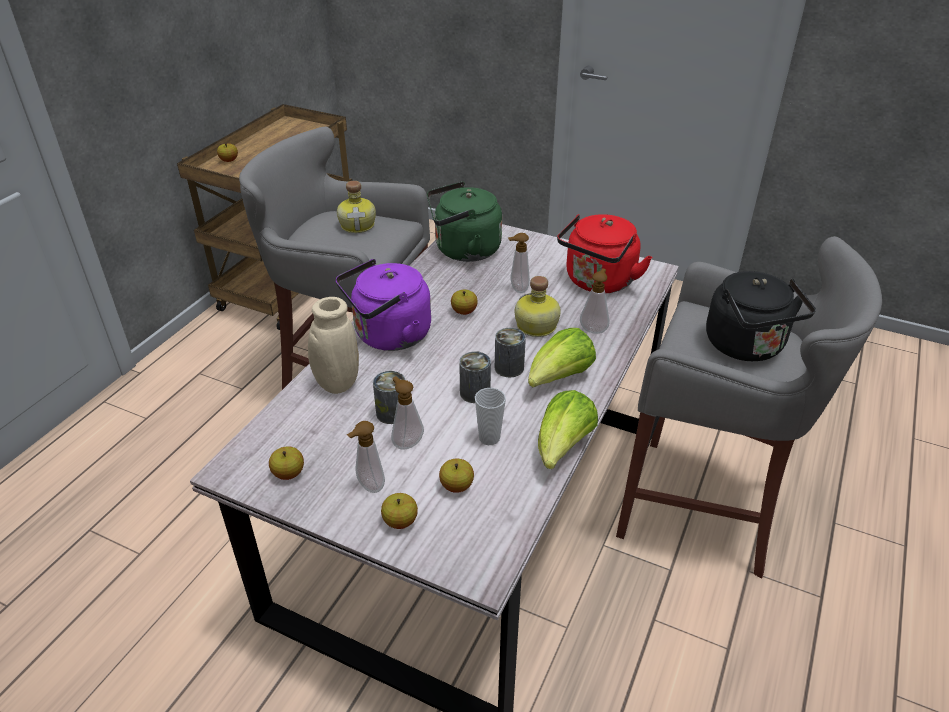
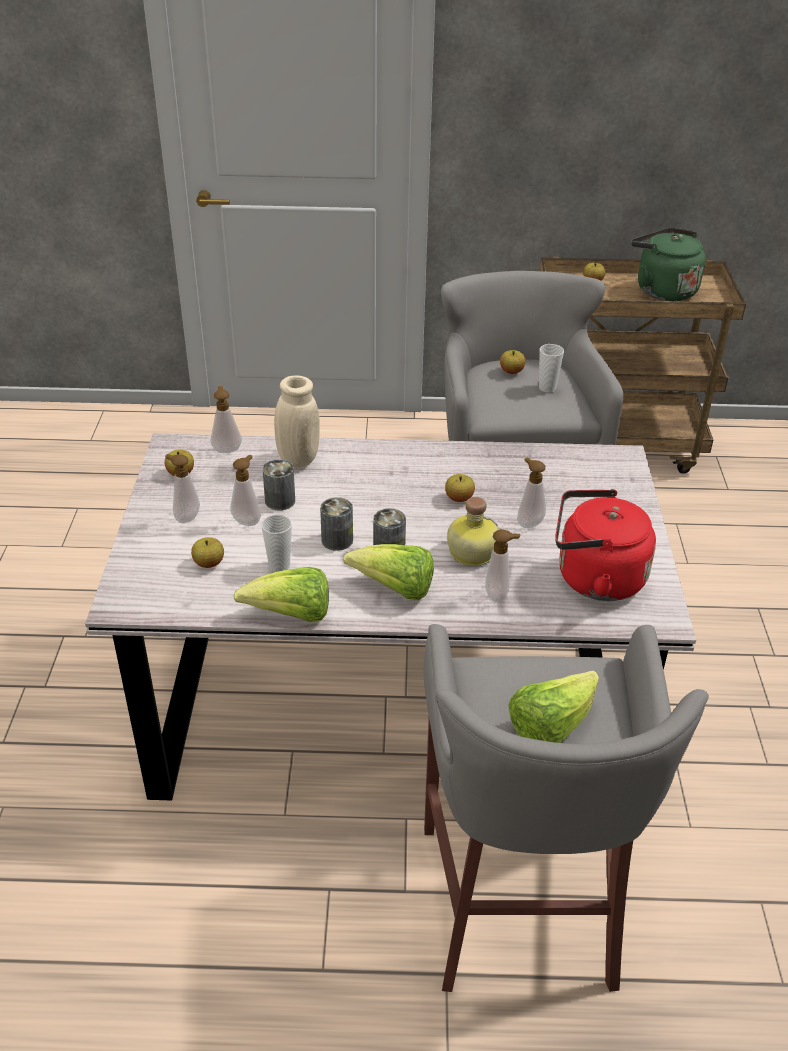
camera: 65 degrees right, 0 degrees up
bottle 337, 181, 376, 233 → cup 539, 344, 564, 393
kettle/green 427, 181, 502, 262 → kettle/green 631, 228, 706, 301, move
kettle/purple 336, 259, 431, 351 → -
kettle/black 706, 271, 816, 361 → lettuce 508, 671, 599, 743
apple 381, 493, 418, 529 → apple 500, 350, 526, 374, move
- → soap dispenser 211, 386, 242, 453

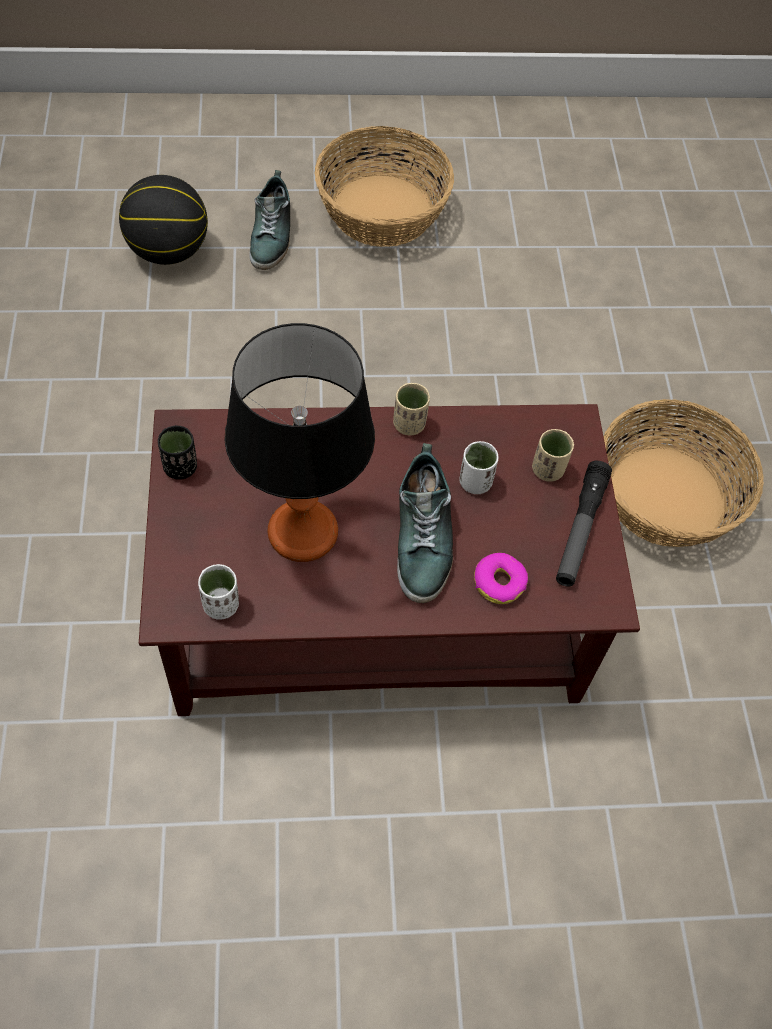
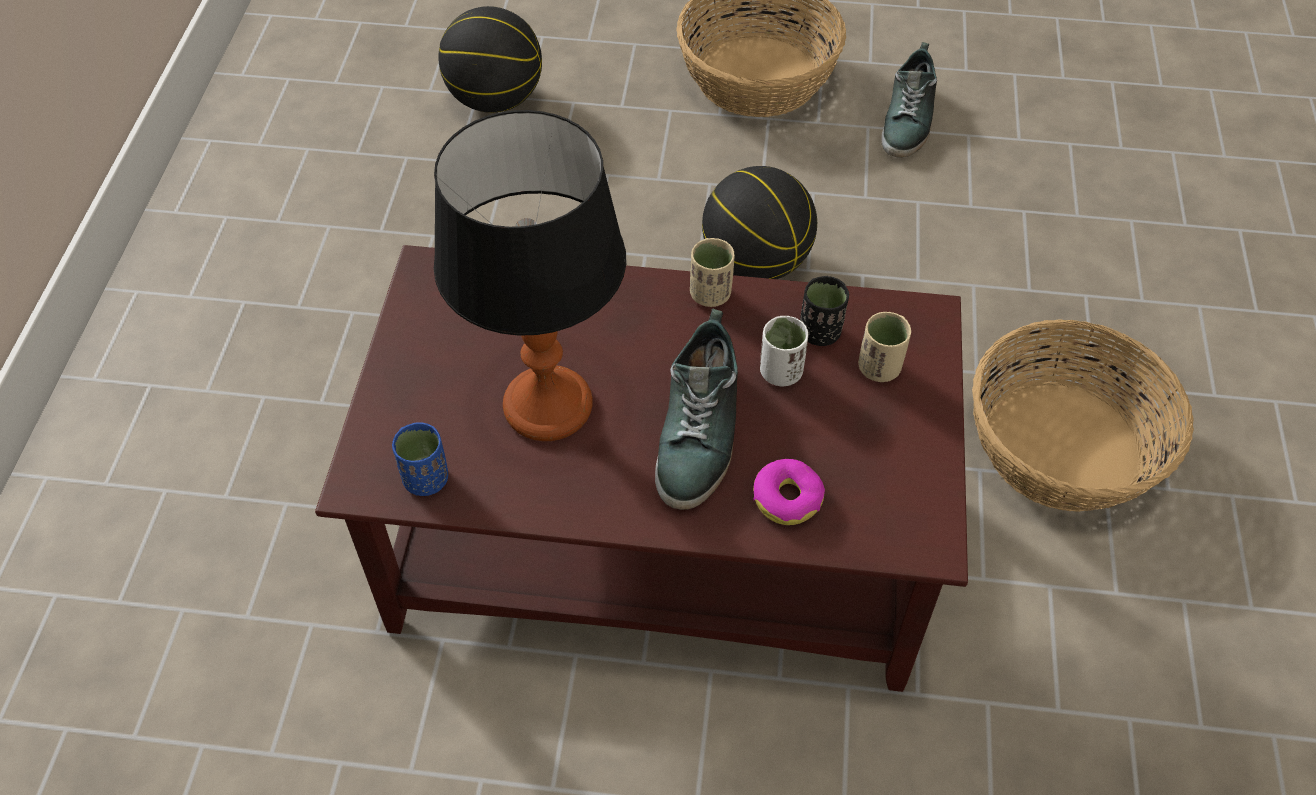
camera: 15 degrees right, 5 degrees down
shoe 250, 170, 290, 270 → shoe 881, 42, 937, 158, move
cup/black 158, 425, 197, 480 → cup/black 800, 276, 849, 346, move
flashlight 556, 461, 612, 587 → -
cup/white 198, 564, 239, 620 → cup/blue 392, 422, 448, 496
- → basketball 702, 166, 817, 279

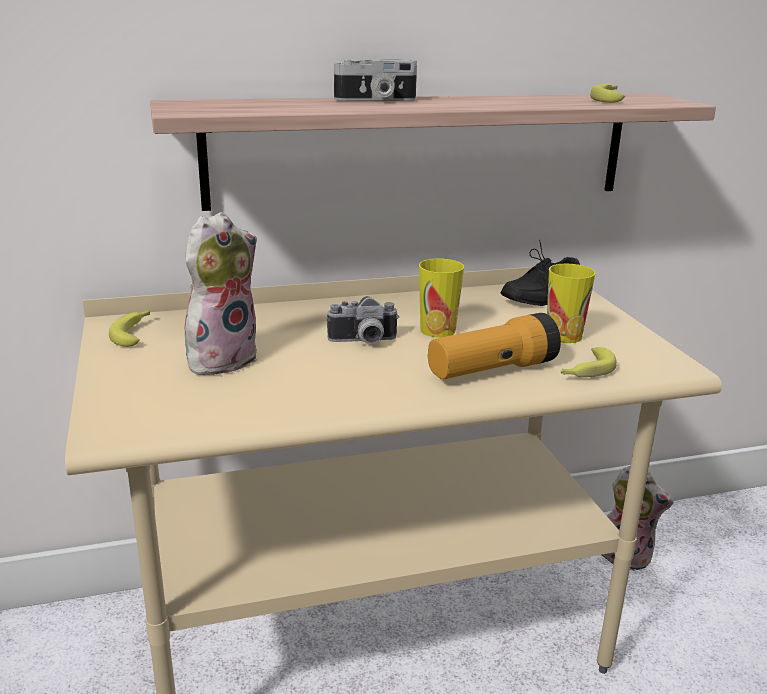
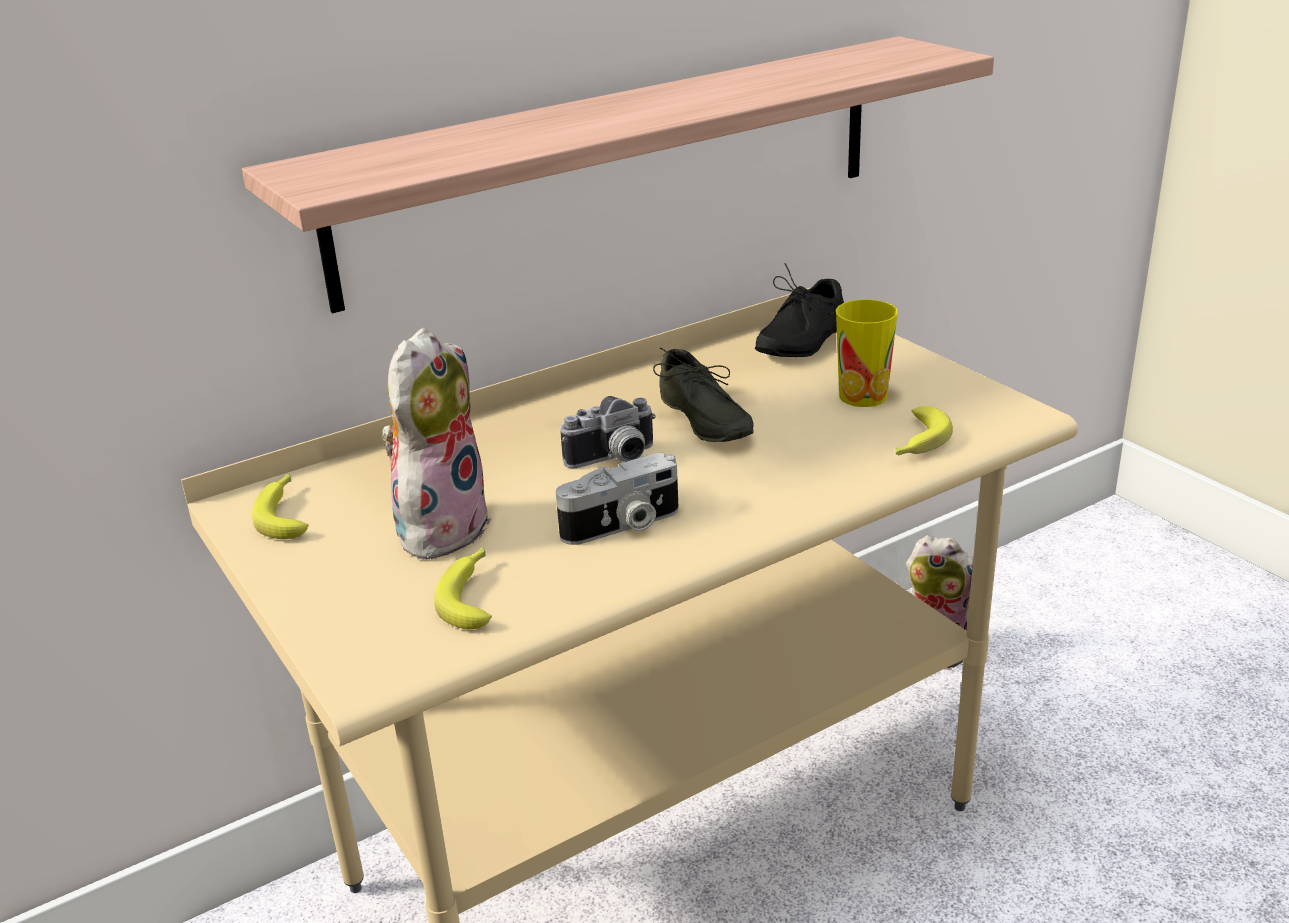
camera: 15 degrees left, 5 degrees up
photo camera 334, 59, 417, 101 → photo camera 556, 453, 679, 545, move
banana 590, 83, 625, 103 → banana 434, 547, 492, 629, move
cup 419, 259, 464, 338 → shoe/grey 653, 347, 754, 442
flashlight 428, 313, 561, 379 → -

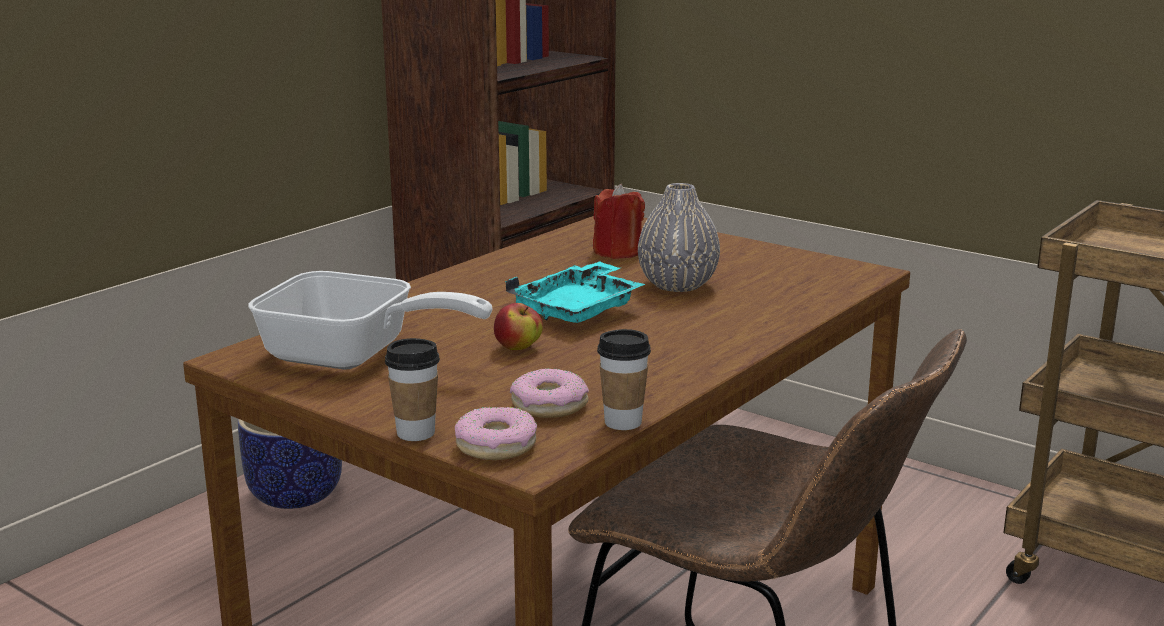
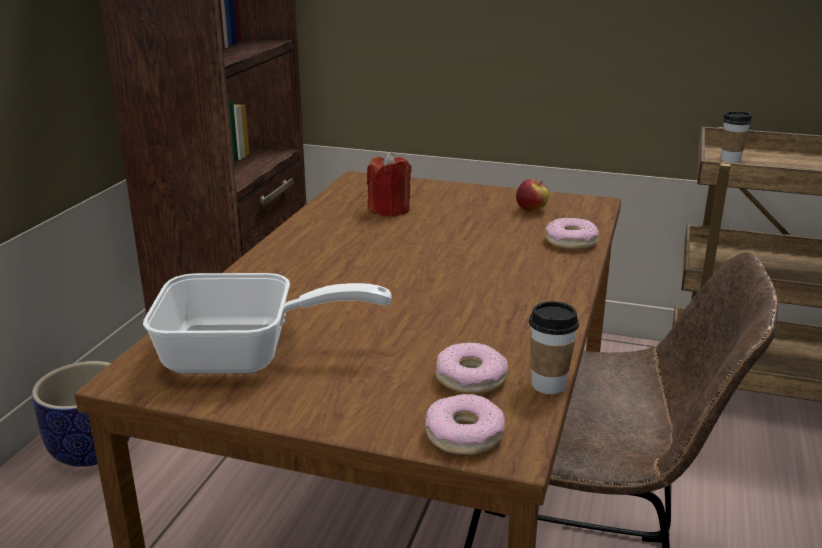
camera: 20 degrees left, 5 degrees up
vase/grey 638, 183, 720, 292 → -
tray/turquoise 505, 261, 645, 323 → -
apple 494, 303, 543, 350 → apple 516, 179, 549, 212, move
cup 385, 338, 440, 441 → cup 721, 112, 752, 163, move
- → donut 545, 218, 599, 250

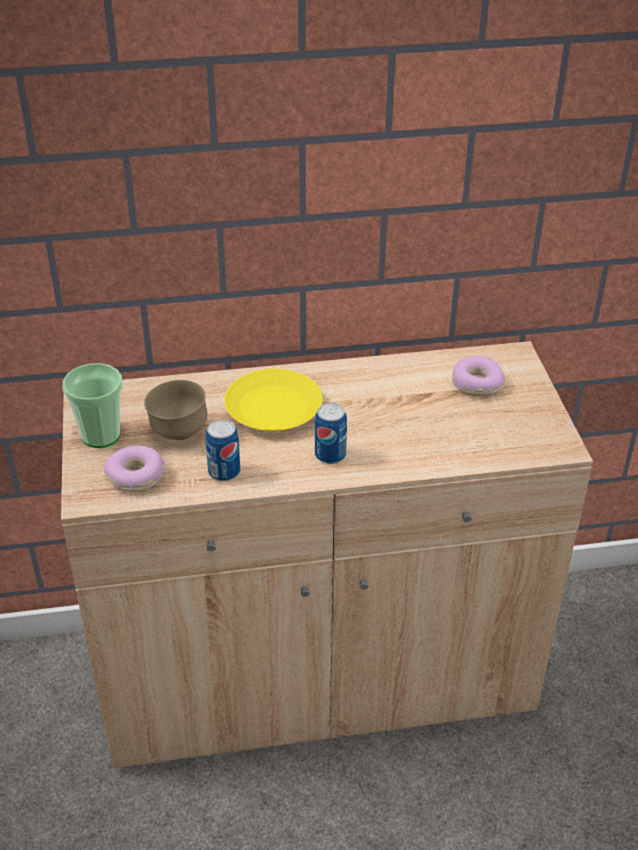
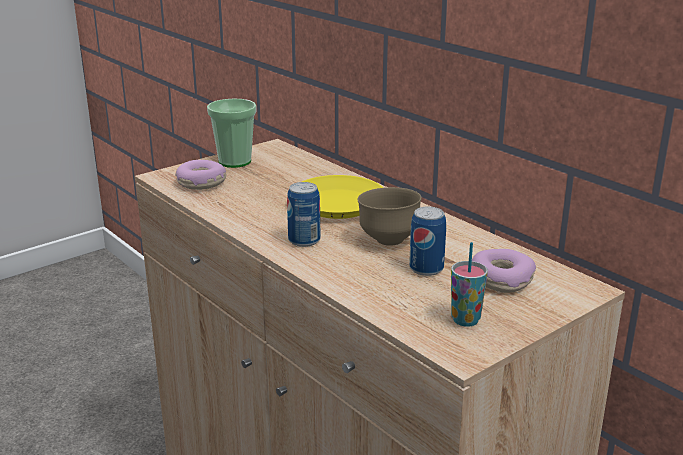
camera: 60 degrees right, 15 degrees down
bowl/brown 144, 380, 208, 440 → bowl/brown 357, 187, 421, 246, move
can 205, 419, 240, 482 → can 409, 206, 446, 276, move
- → cup 451, 242, 488, 327

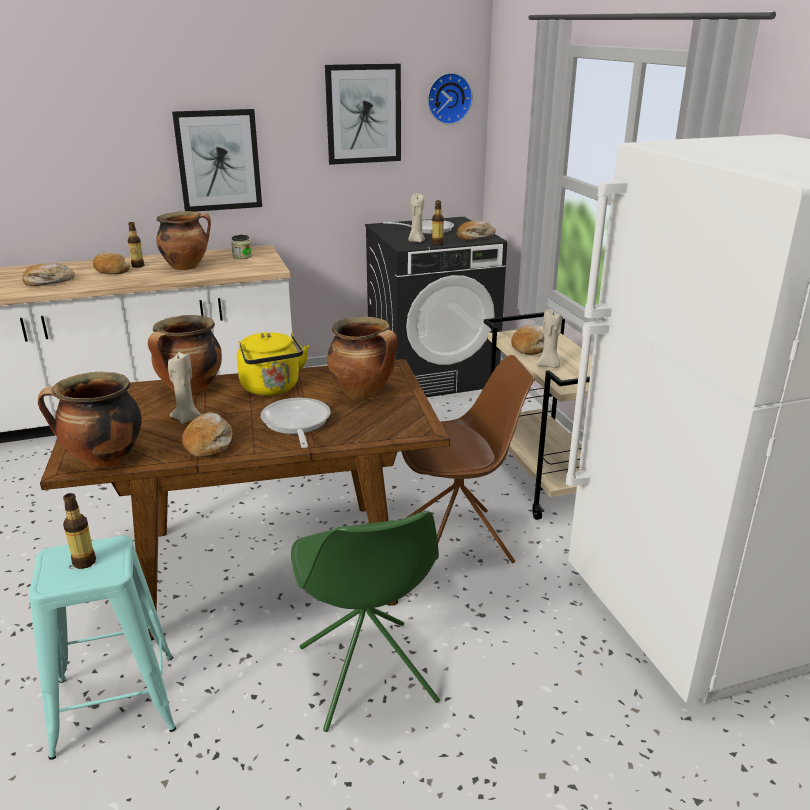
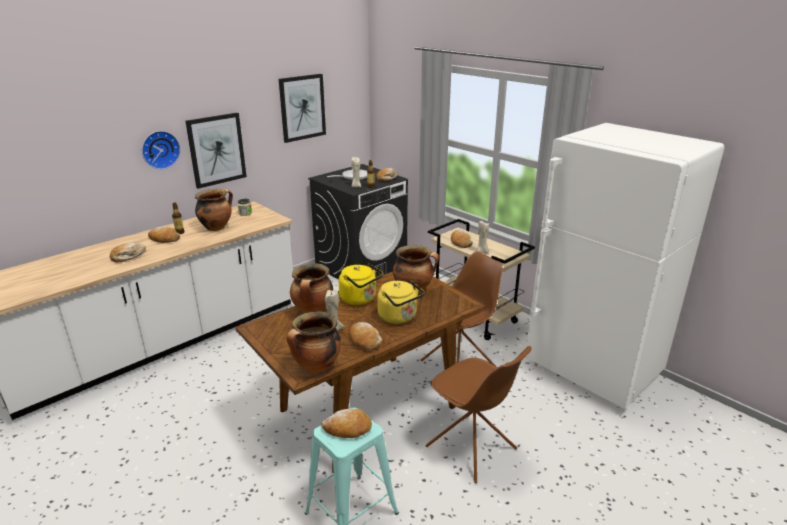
camera: 25 degrees left, 0 degrees up
wall clock 428, 73, 473, 125 → wall clock 142, 131, 180, 169, move
frying pan 261, 398, 331, 448 → kettle/yellow 377, 280, 425, 324
bottle 63, 493, 96, 569 → bread 321, 409, 372, 438
chair/green 291, 511, 440, 732 → chair/brown 426, 346, 531, 483

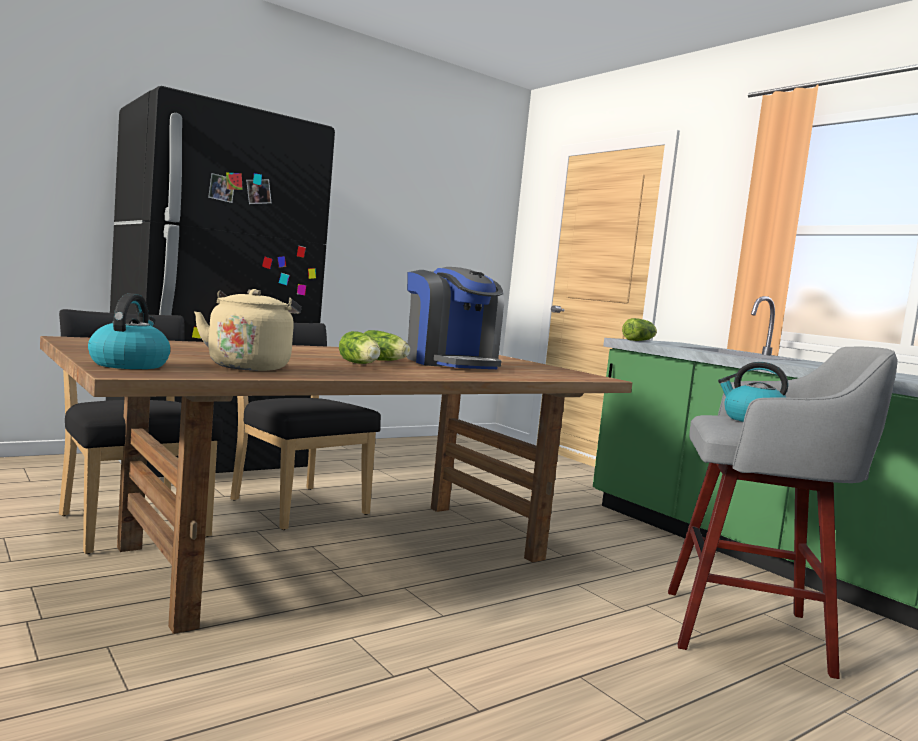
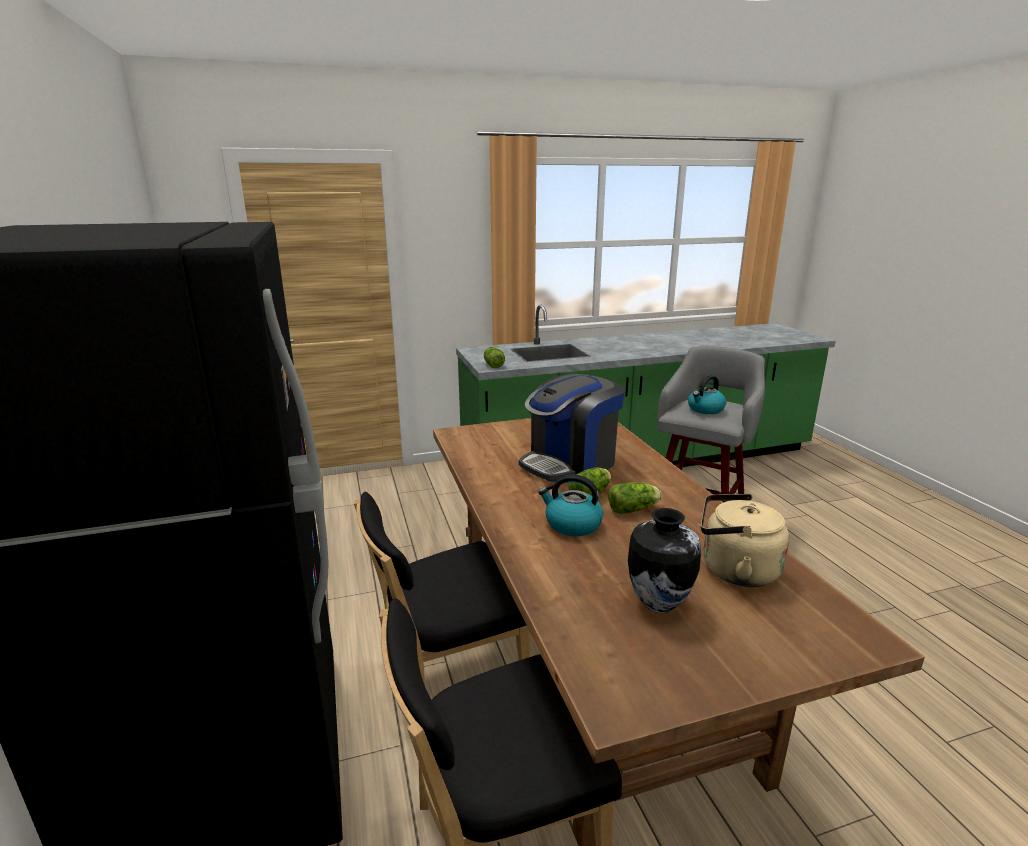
camera: 70 degrees left, 15 degrees up
coffee machine 407, 267, 504, 369 → coffee machine 519, 374, 625, 482, 150 degrees clockwise
kettle 88, 293, 171, 369 → kettle 538, 474, 603, 536, move
- → vase 628, 508, 701, 613

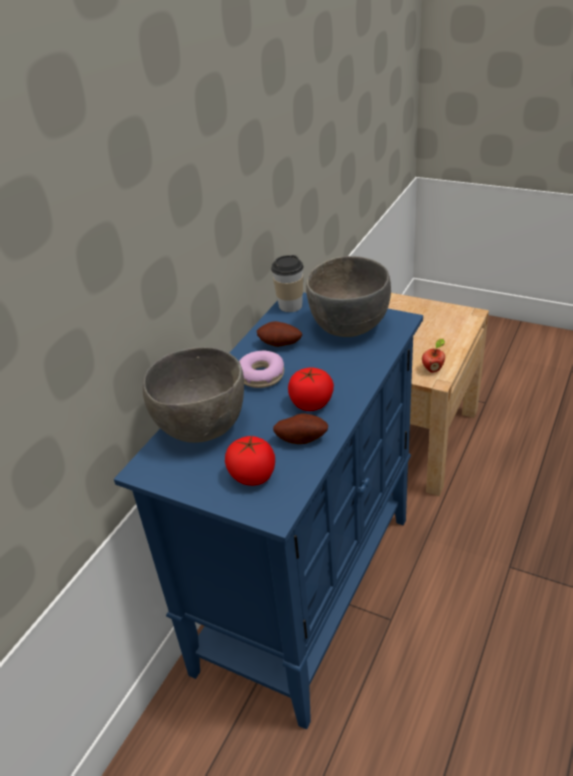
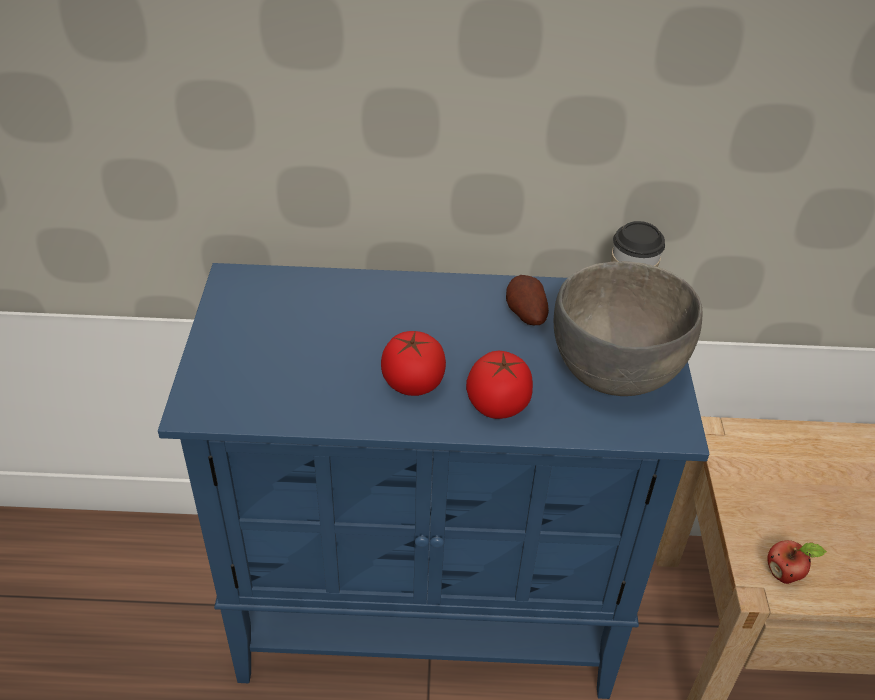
camera: 60 degrees right, 5 degrees up
bowl/grey 143, 347, 244, 443 → -
donut 239, 351, 284, 388 → -
potato 273, 413, 328, 444 → -
tomato 225, 436, 275, 486 → tomato 466, 351, 533, 419, move

